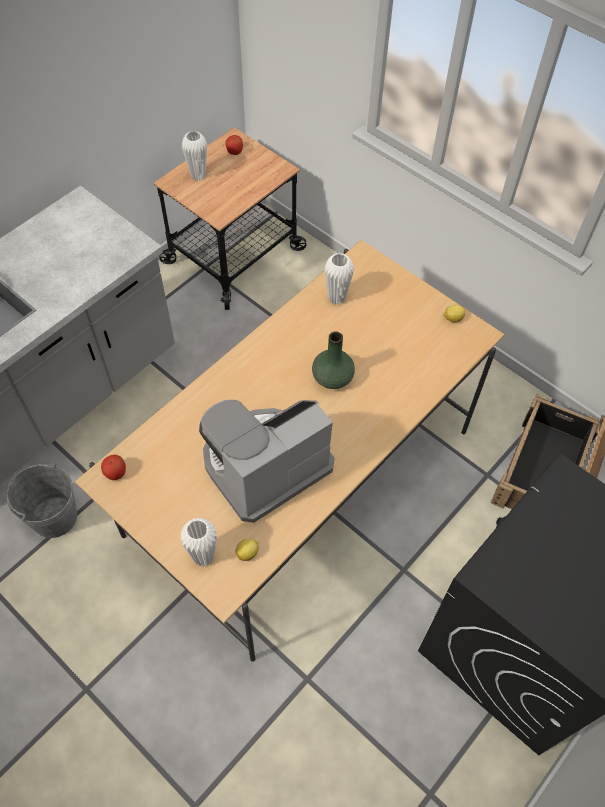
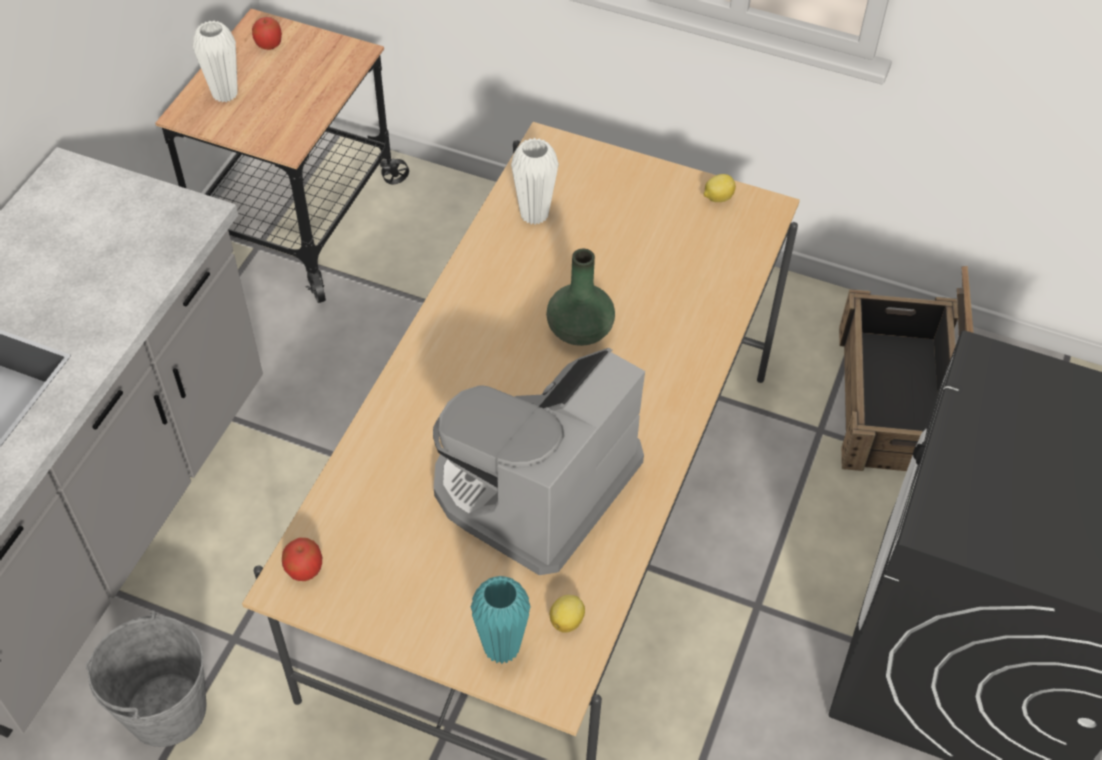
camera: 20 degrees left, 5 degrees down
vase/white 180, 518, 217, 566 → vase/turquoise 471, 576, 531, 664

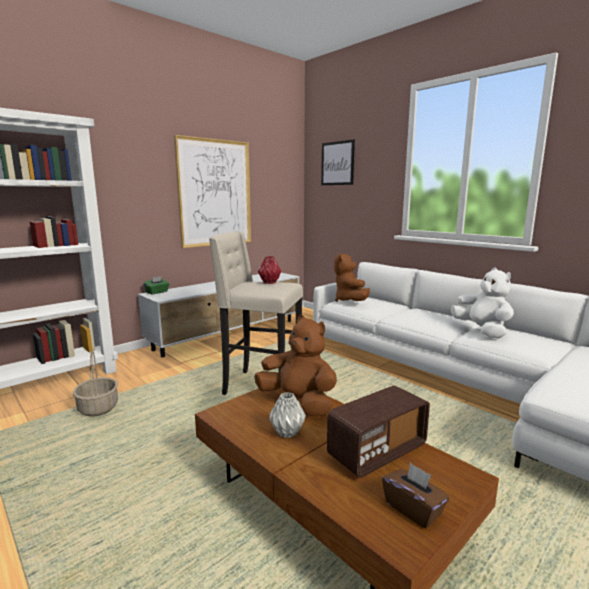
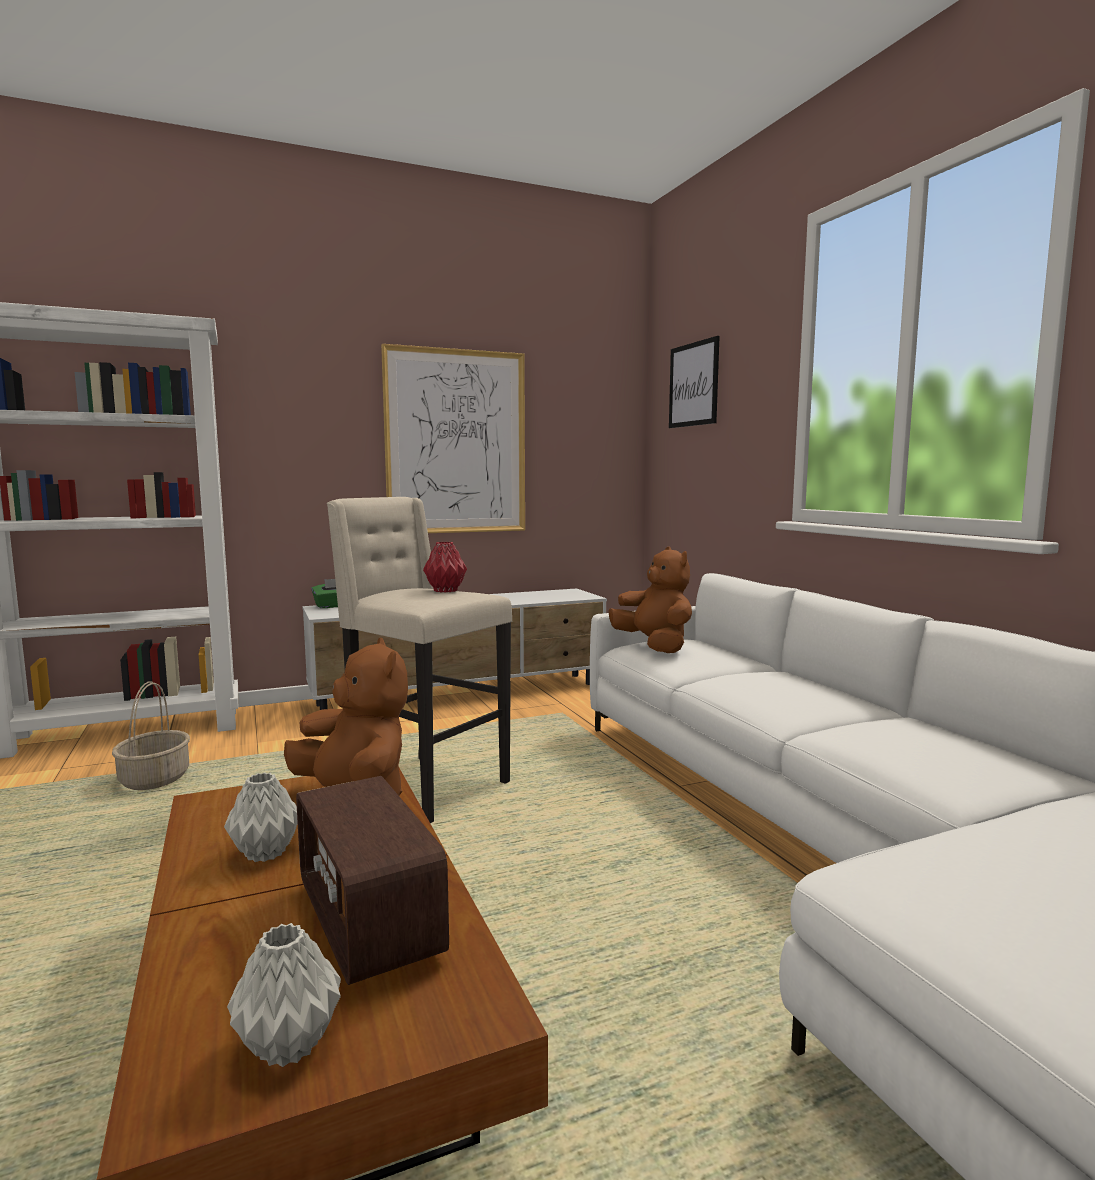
camera: 20 degrees right, 5 degrees down
plush toy/brown 334, 253, 370, 302 → plush toy/brown 608, 547, 692, 653, 135 degrees clockwise
plush toy/white 451, 267, 514, 339 → -
radio 327, 386, 430, 478 → radio 296, 776, 449, 985, 75 degrees clockwise
tissue box/brown 382, 463, 449, 528 → vase/grey 227, 923, 341, 1067

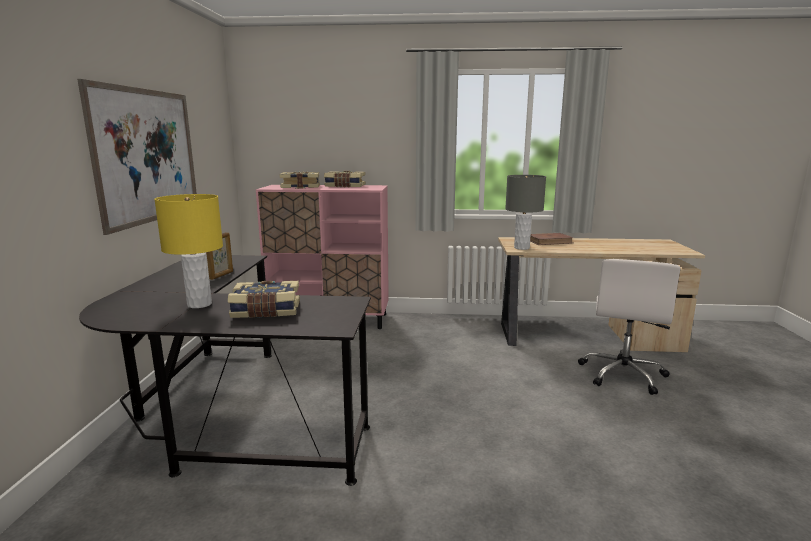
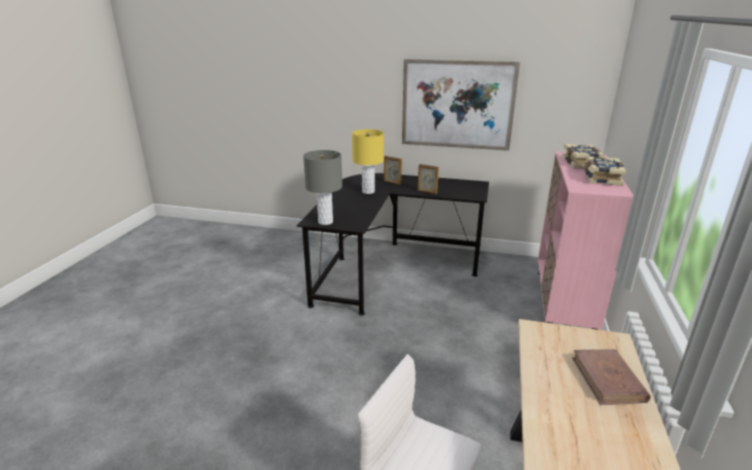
camera: 100 degrees right, 10 degrees up
table lamp/grey 505, 175, 546, 250 → table lamp/grey 303, 150, 342, 225, move
book 228, 281, 300, 318 → -
- → picture frame 384, 156, 402, 185

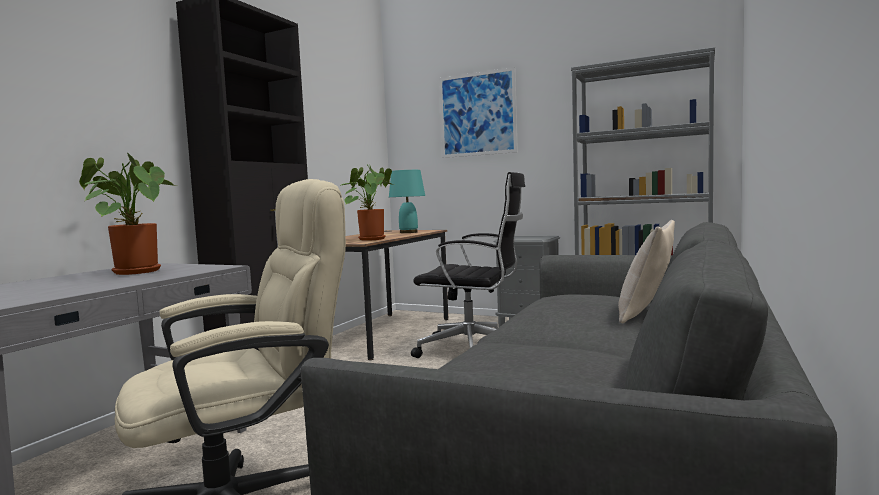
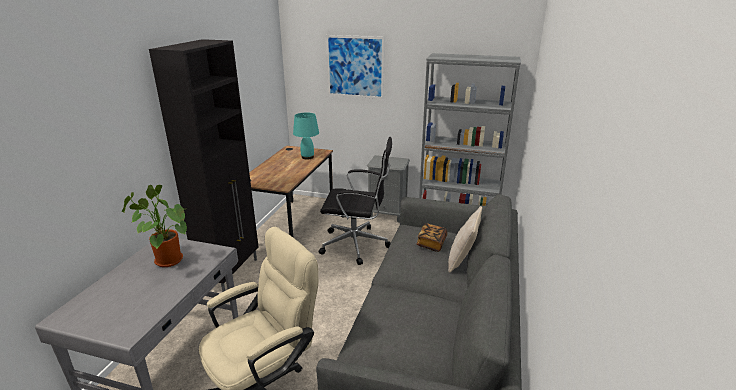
camera: 10 degrees left, 20 degrees up
potted plant 340, 164, 394, 241 → -
- → book 416, 223, 447, 252

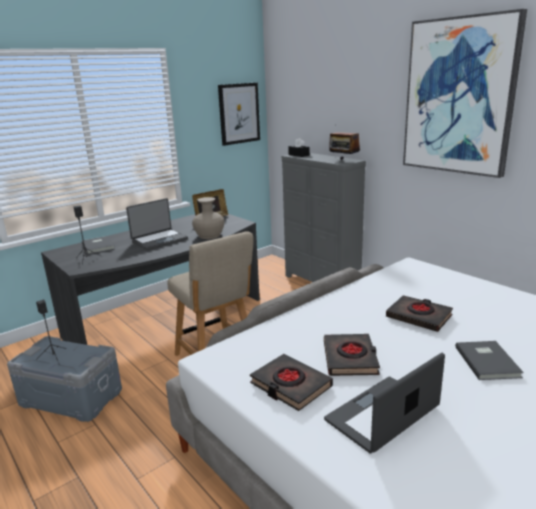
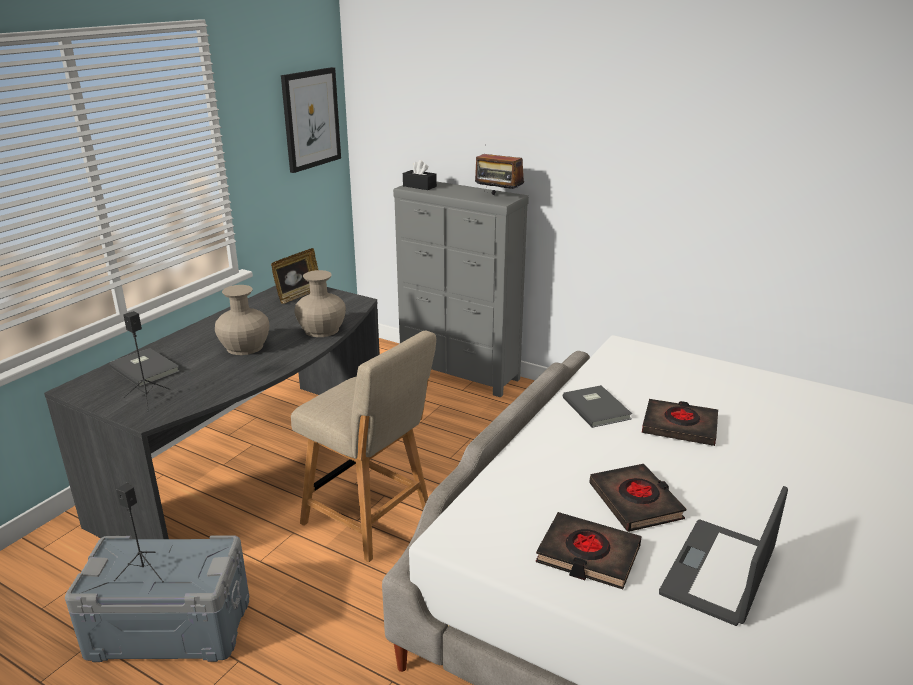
camera: 20 degrees left, 5 degrees up
picture 403, 9, 527, 178 → -
laptop 126, 198, 188, 250 → vase/beige 215, 285, 269, 355
book/grey 455, 341, 524, 380 → book/grey 563, 385, 632, 428, move

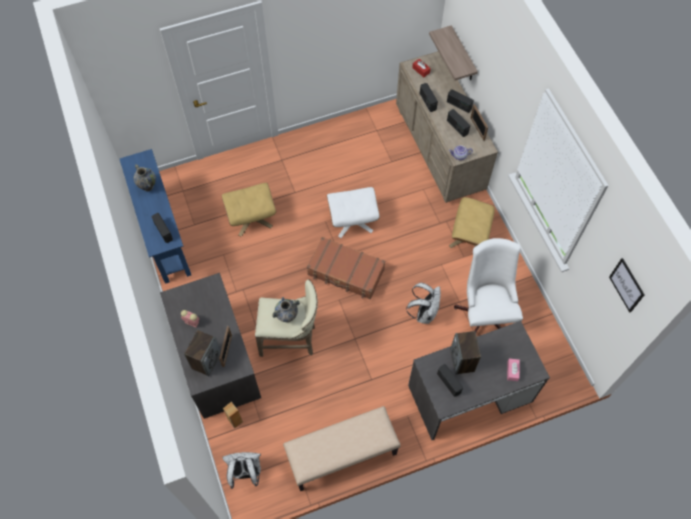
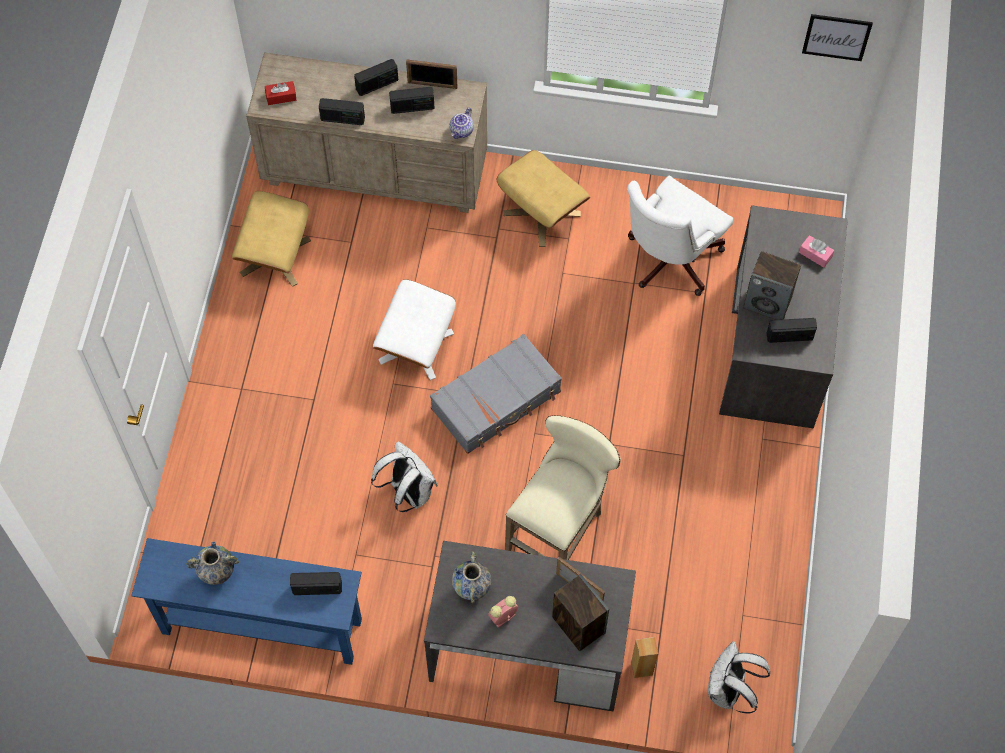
camera: 60 degrees left, 0 degrees up
shelf 429, 25, 478, 80 → -
ottoman/beige 221, 183, 276, 237 → ottoman/beige 232, 191, 311, 287, move
suitcase/brown 307, 237, 385, 299 → suitcase/grey 430, 334, 562, 454
office chair/white 454, 238, 523, 332 → office chair/white 627, 175, 733, 296, 75 degrees counterclockwise
backpack/white 406, 283, 441, 324 → backpack/white 371, 441, 438, 512, move
vase 273, 297, 300, 322 → vase 452, 551, 491, 603, move
bench/beige 283, 406, 401, 491 → -

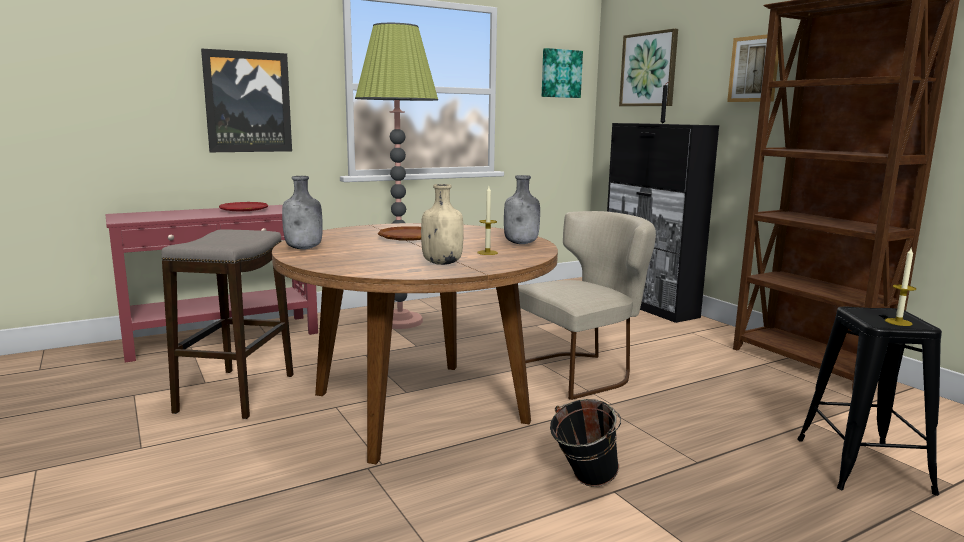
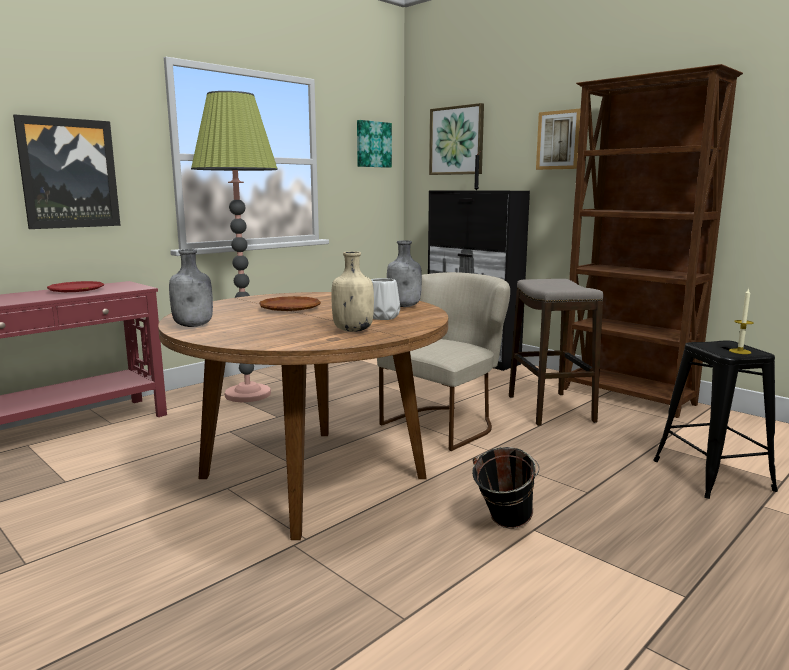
camera: 15 degrees left, 0 degrees up
candle 477, 186, 498, 255 → vase/white 371, 278, 400, 320
stool 161, 229, 294, 419 → stool 509, 279, 603, 426, move

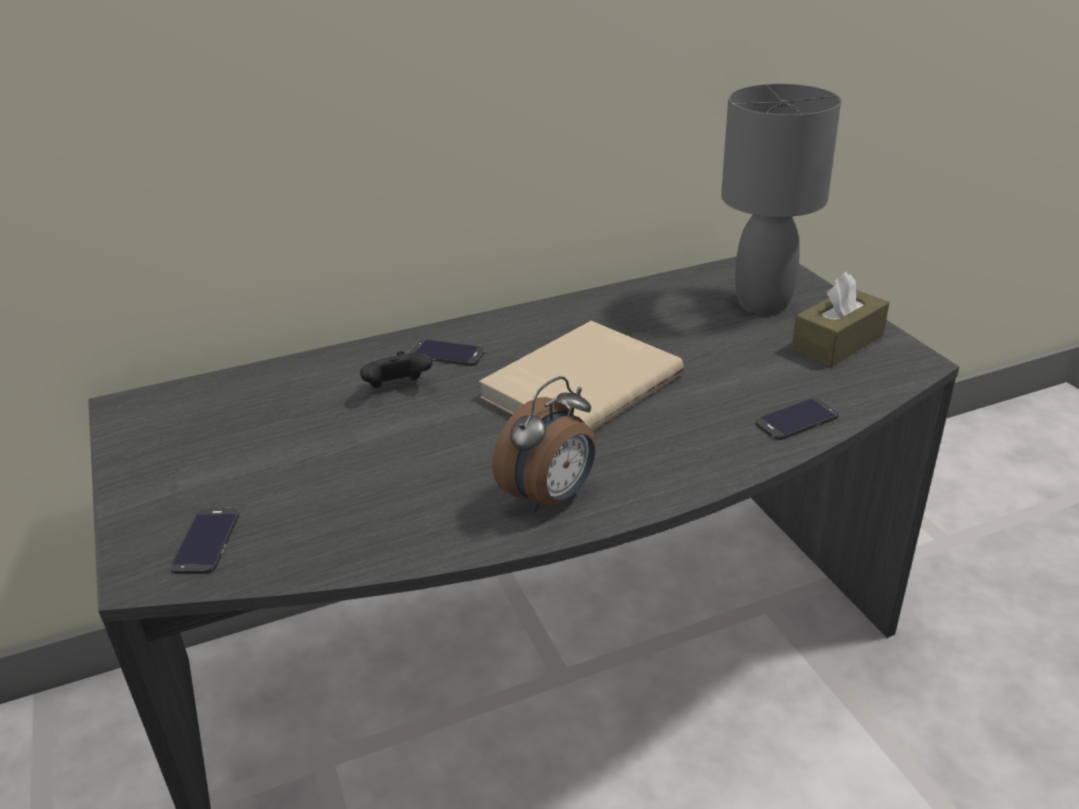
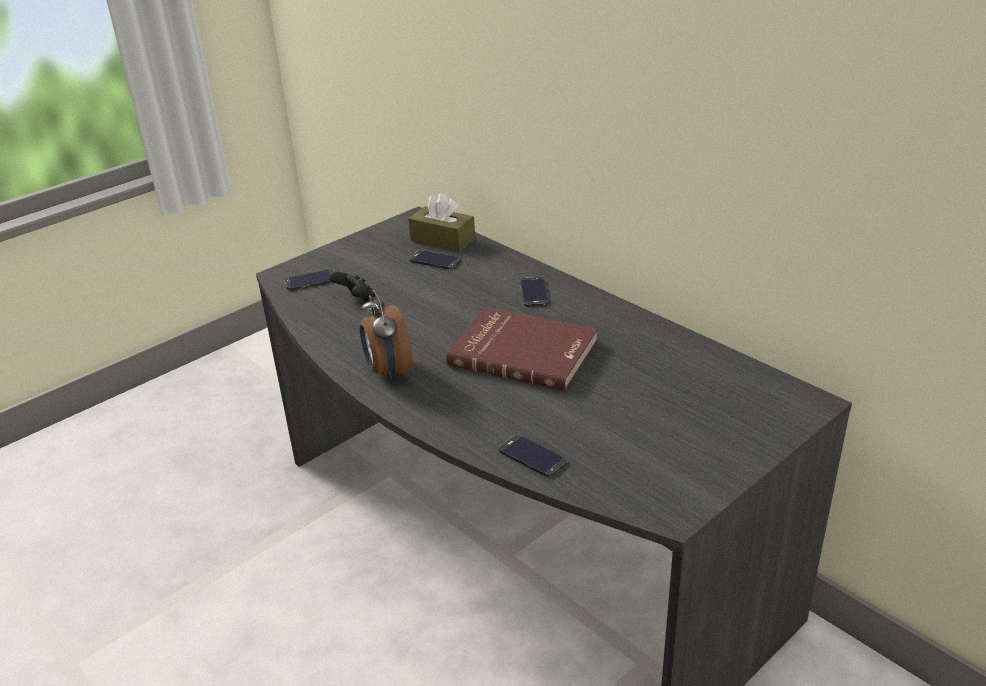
camera: 70 degrees right, 0 degrees up
table lamp/grey 721, 83, 841, 314 → -
tissue box/brown 792, 271, 889, 367 → tissue box/brown 408, 193, 475, 252, move
book/beige 479, 321, 684, 431 → book/red 446, 307, 598, 391
game controller/black 360, 351, 433, 388 → game controller/black 329, 272, 375, 302, move
alarm clock 492, 376, 596, 513 → alarm clock 360, 289, 413, 381, 45 degrees clockwise
- → phone 409, 250, 461, 269

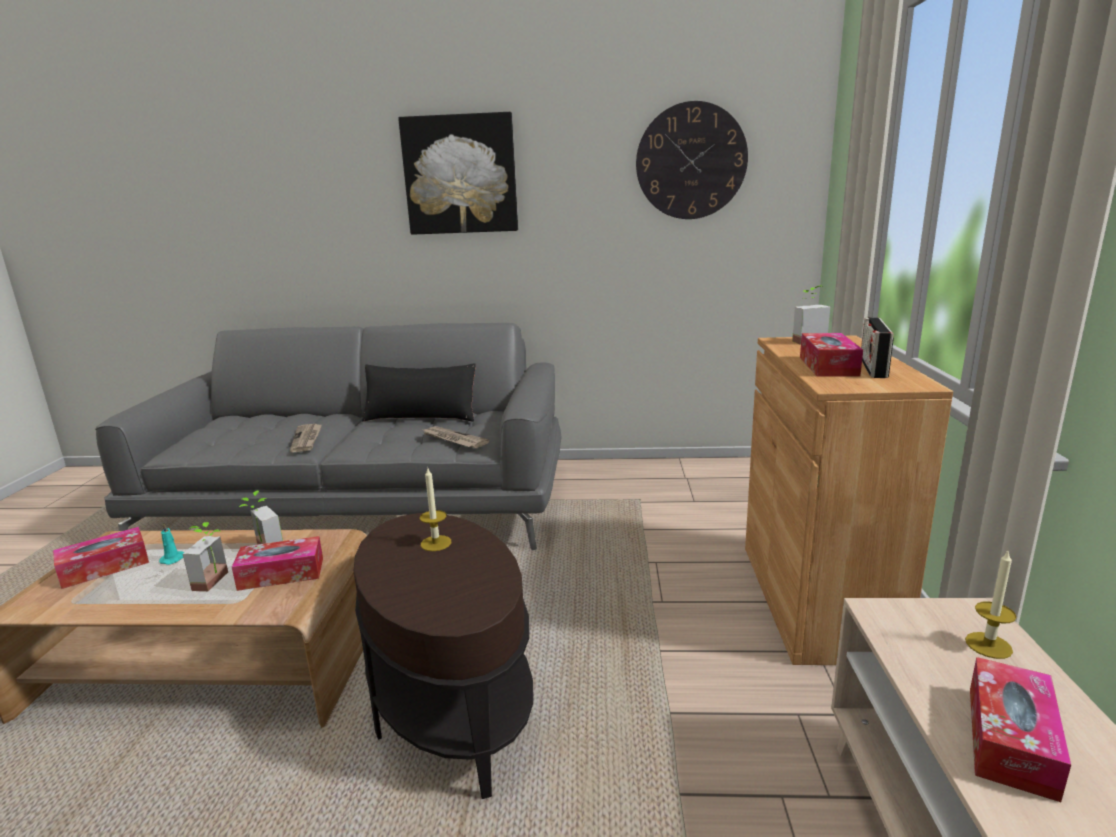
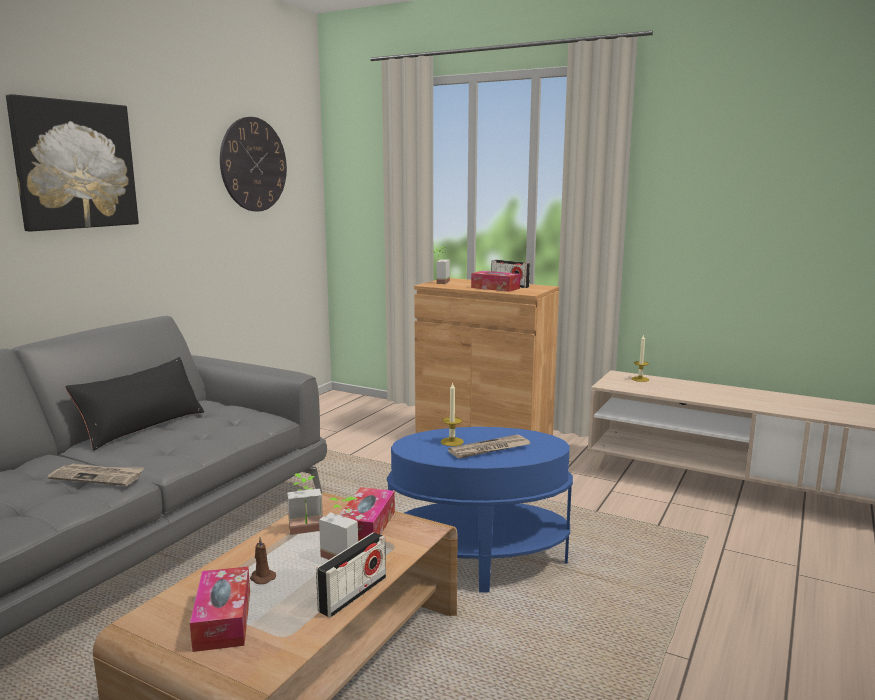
camera: 65 degrees left, 5 degrees down
newspaper 421, 426, 489, 448 → newspaper 448, 434, 530, 459, move
side table/brown 354, 513, 533, 799 → side table/blue 387, 427, 573, 593
candle/turquoise 159, 523, 184, 565 → candle/brown 250, 537, 276, 584
tissue box 970, 657, 1071, 802 → -
- → radio 316, 532, 386, 618

